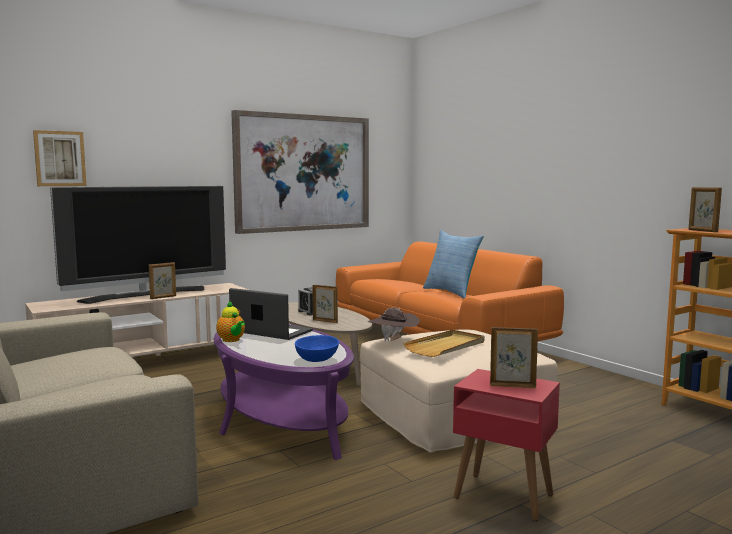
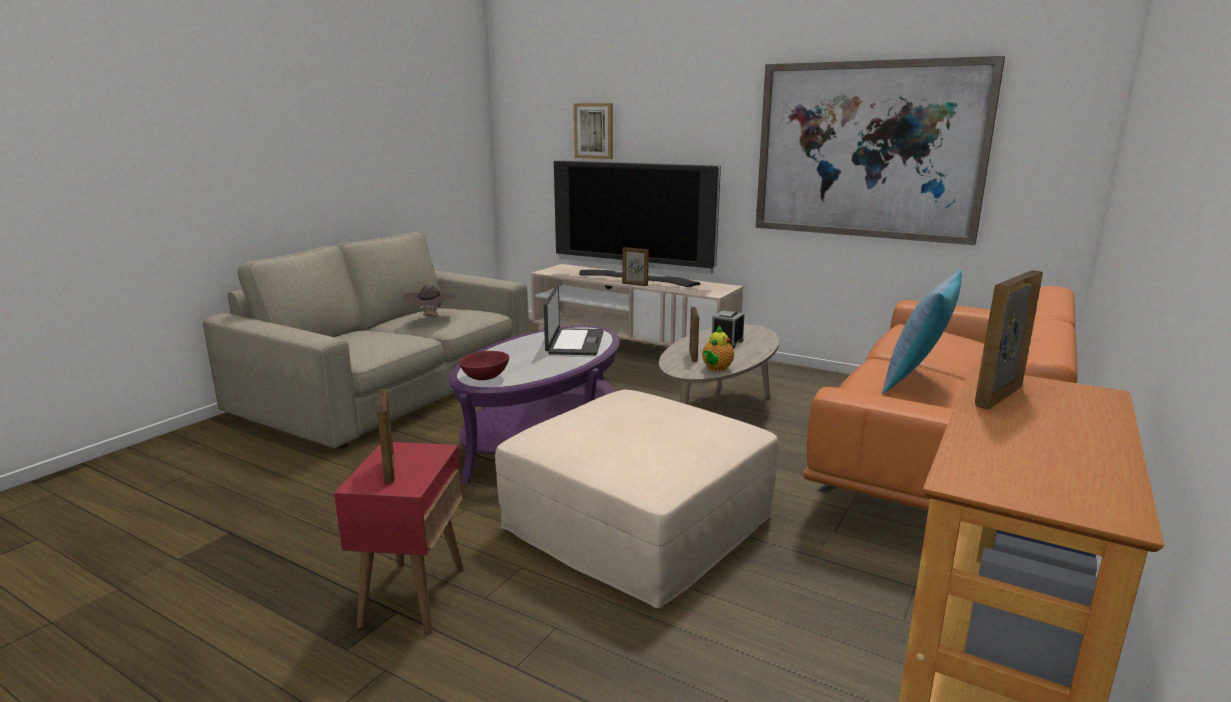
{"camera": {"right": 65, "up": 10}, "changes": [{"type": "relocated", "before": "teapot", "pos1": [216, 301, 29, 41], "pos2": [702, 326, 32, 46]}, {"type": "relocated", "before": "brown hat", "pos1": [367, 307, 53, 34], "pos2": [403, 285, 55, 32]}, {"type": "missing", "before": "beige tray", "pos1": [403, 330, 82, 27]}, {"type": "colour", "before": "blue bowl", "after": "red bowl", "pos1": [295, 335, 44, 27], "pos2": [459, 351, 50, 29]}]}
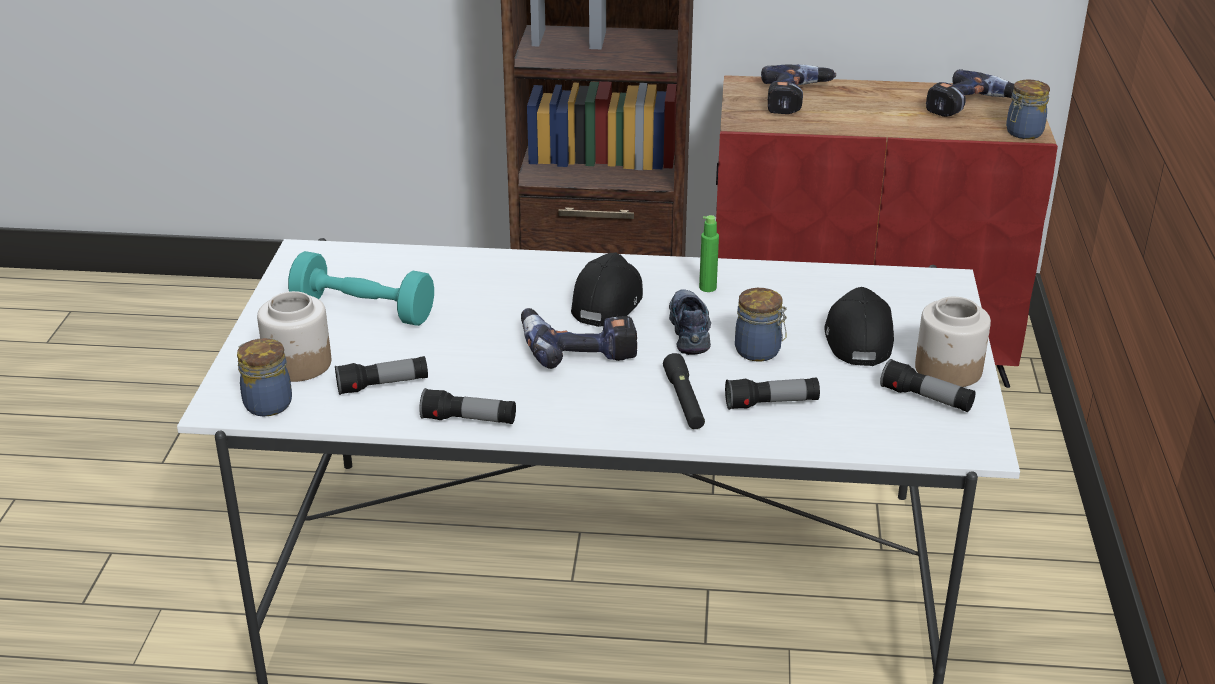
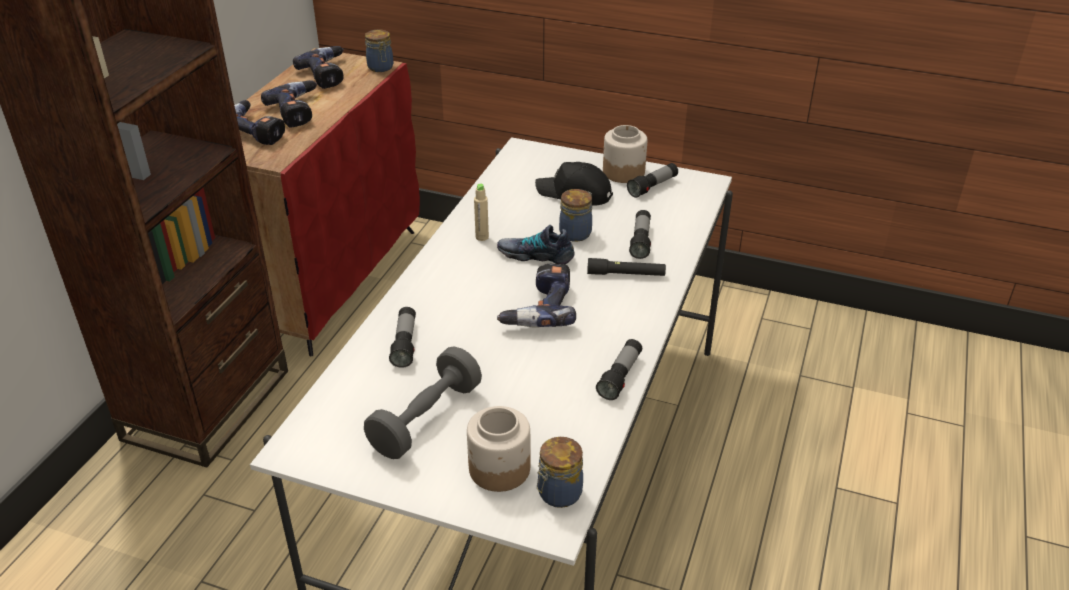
{"camera": {"right": -75, "up": 5}, "changes": [{"type": "colour", "before": "green bottle", "after": "beige bottle", "pos1": [699, 215, 20, 77], "pos2": [474, 184, 15, 57]}, {"type": "colour", "before": "turquoise dumbbell", "after": "grey dumbbell", "pos1": [288, 251, 146, 75], "pos2": [364, 346, 118, 113]}, {"type": "missing", "before": "black cap", "pos1": [571, 252, 72, 75]}, {"type": "relocated", "before": "flashlight", "pos1": [335, 356, 93, 39], "pos2": [389, 307, 27, 61]}, {"type": "appeared", "after": "power drill", "pos2": [261, 80, 56, 48]}]}
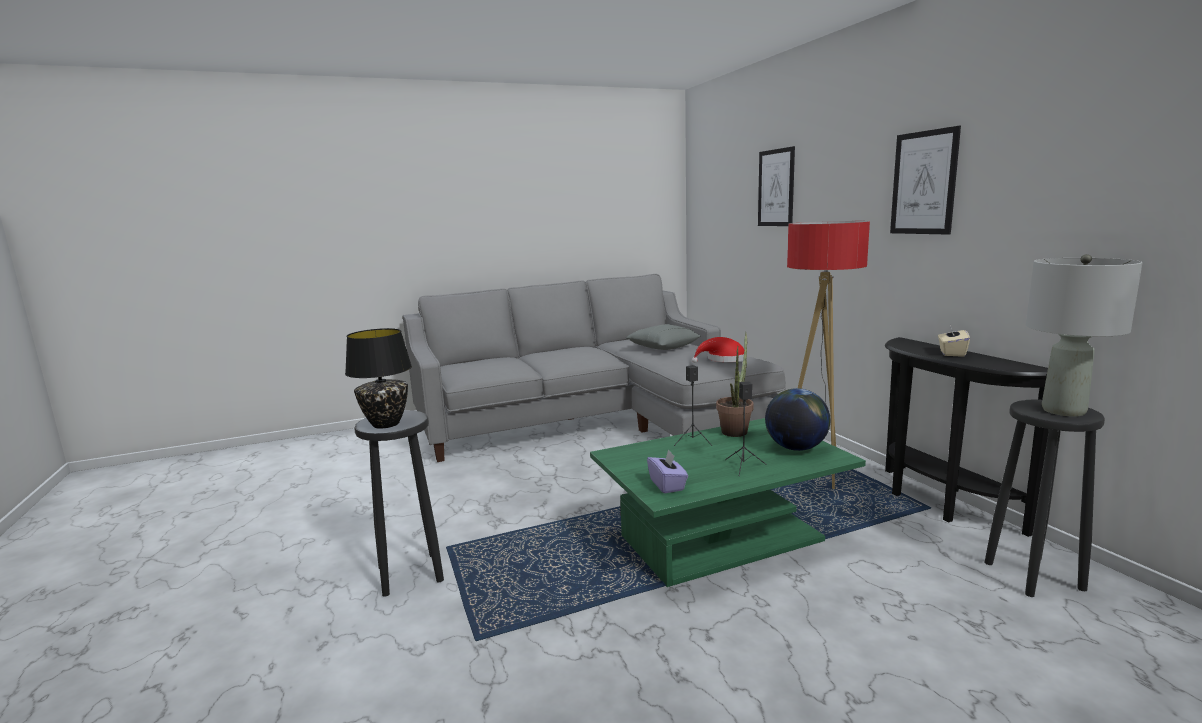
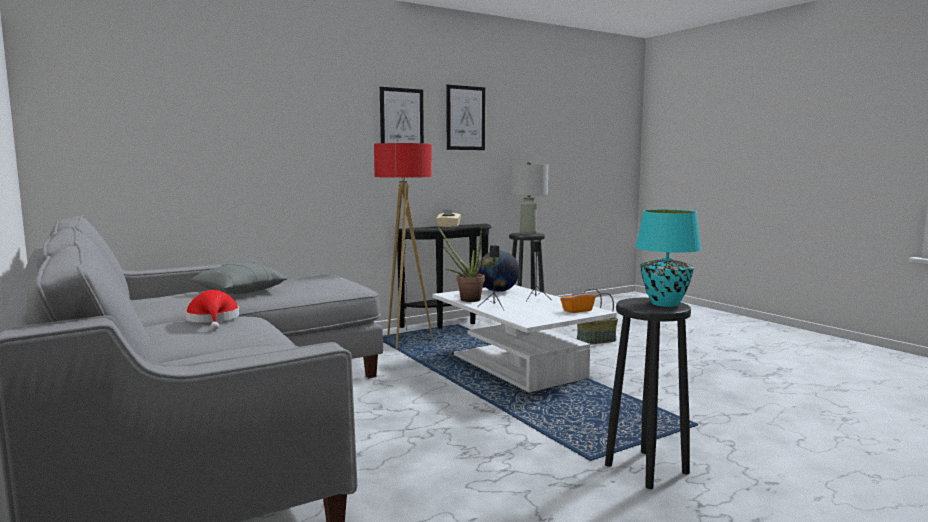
{"camera": {"right": -100, "up": -5}, "changes": [{"type": "relocated", "before": "picture", "pos1": [758, 146, 37, 80], "pos2": [446, 85, 39, 65]}, {"type": "colour", "before": "black table lamp", "after": "turquoise table lamp", "pos1": [345, 328, 67, 101], "pos2": [636, 209, 65, 98]}, {"type": "relocated", "before": "red hat", "pos1": [692, 337, 52, 26], "pos2": [185, 290, 54, 40]}, {"type": "colour", "before": "green coffee table", "after": "white coffee table", "pos1": [590, 418, 276, 169], "pos2": [433, 285, 184, 107]}, {"type": "colour", "before": "purple tissue box", "after": "orange tissue box", "pos1": [647, 449, 41, 44], "pos2": [560, 286, 36, 27]}, {"type": "appeared", "after": "basket", "pos2": [577, 288, 41, 57]}]}
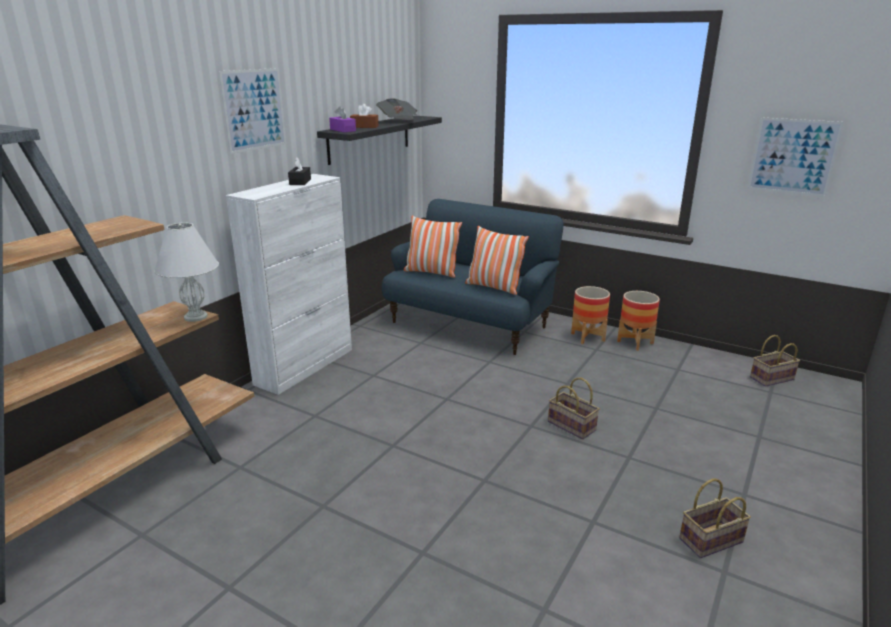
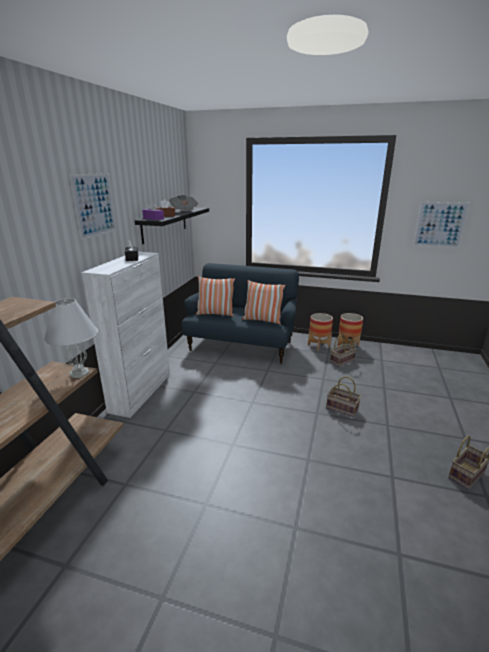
{"camera": {"right": -15, "up": 0}, "changes": [{"type": "relocated", "before": "basket", "pos1": [750, 335, 50, 52], "pos2": [330, 335, 26, 32]}]}
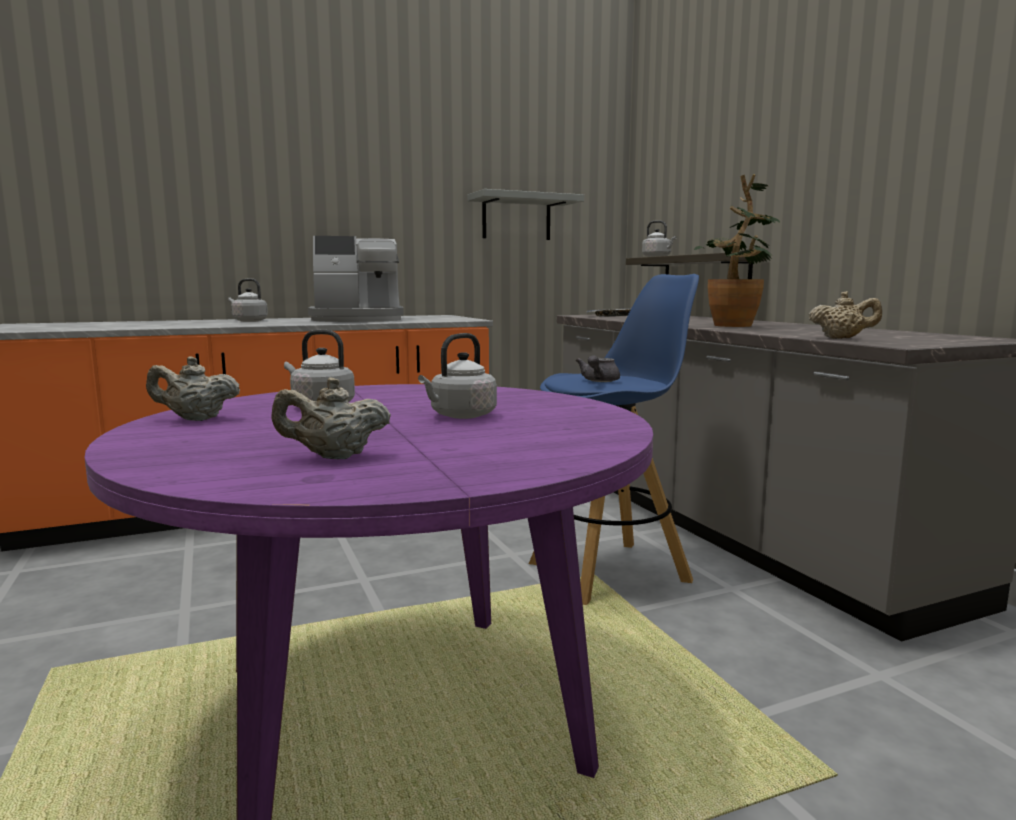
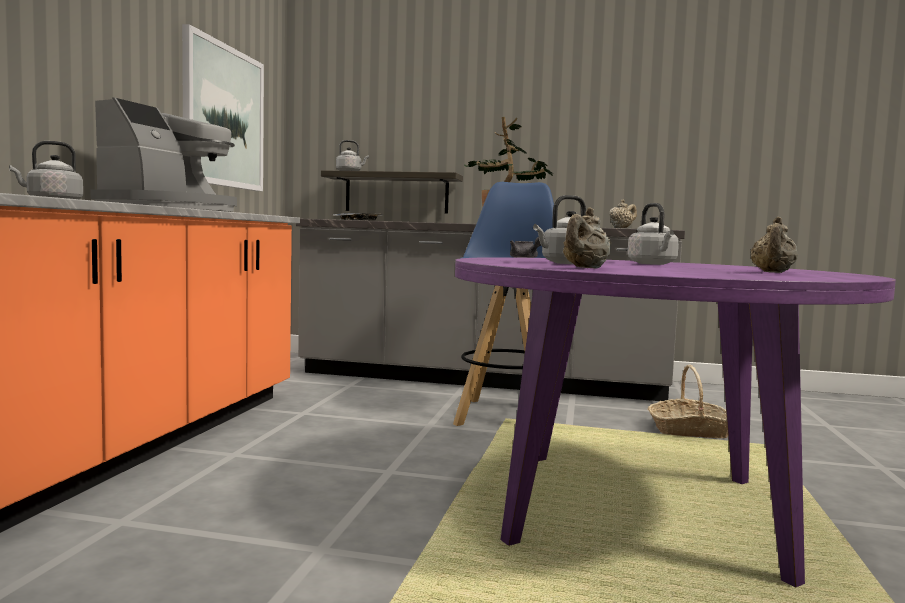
{"camera": {"right": -55, "up": -5}, "changes": [{"type": "exchanged", "before": "grey shelf", "after": "picture", "pos1": [467, 189, 117, 51], "pos2": [182, 24, 82, 167]}, {"type": "appeared", "after": "basket", "pos2": [647, 365, 81, 73]}]}
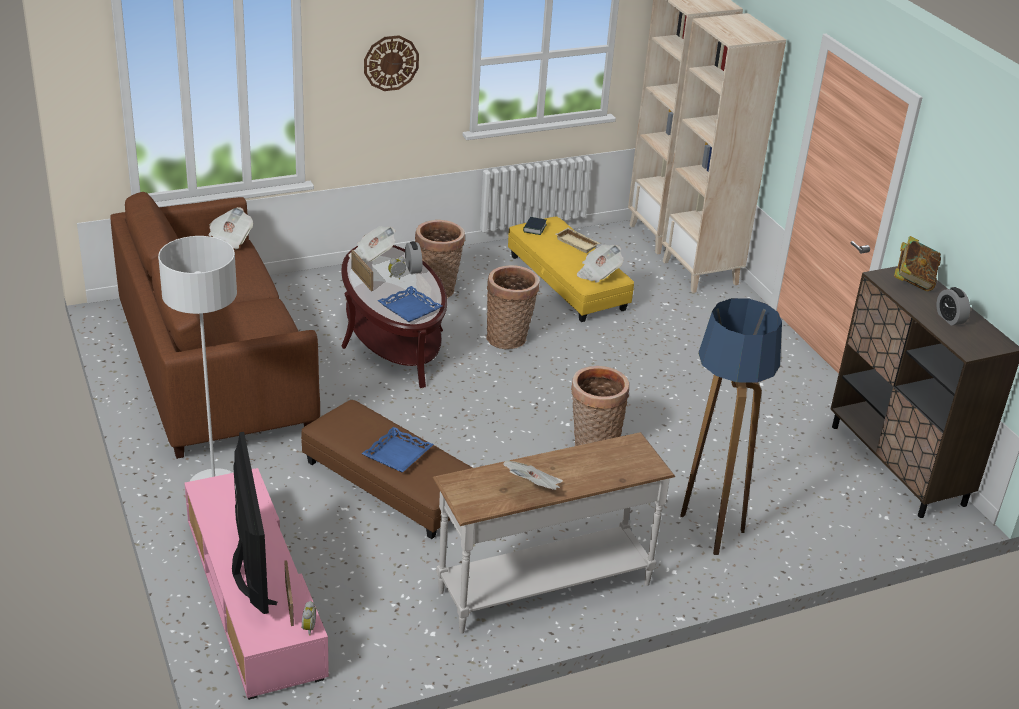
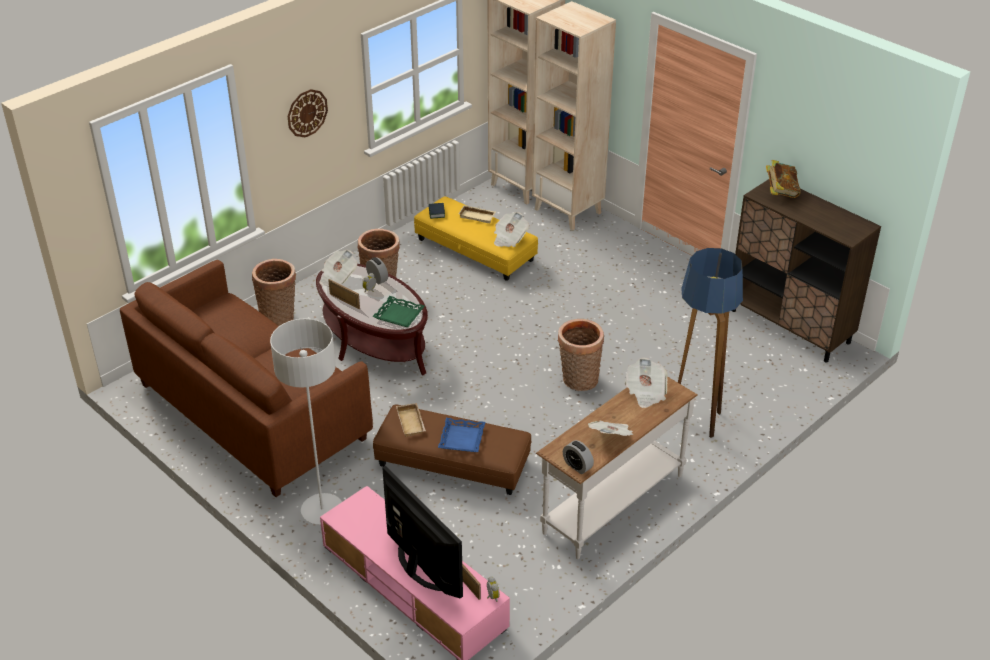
{"camera": {"right": -20, "up": 5}, "changes": [{"type": "relocated", "before": "newspaper", "pos1": [209, 207, 44, 42], "pos2": [625, 358, 43, 50]}, {"type": "relocated", "before": "basket", "pos1": [486, 265, 54, 84], "pos2": [252, 259, 44, 67]}, {"type": "colour", "before": "blue tray", "after": "green tray", "pos1": [377, 286, 65, 36], "pos2": [372, 296, 53, 31]}, {"type": "relocated", "before": "alarm clock", "pos1": [937, 287, 33, 39], "pos2": [563, 440, 31, 34]}, {"type": "appeared", "after": "beige tray", "pos2": [396, 403, 30, 34]}]}
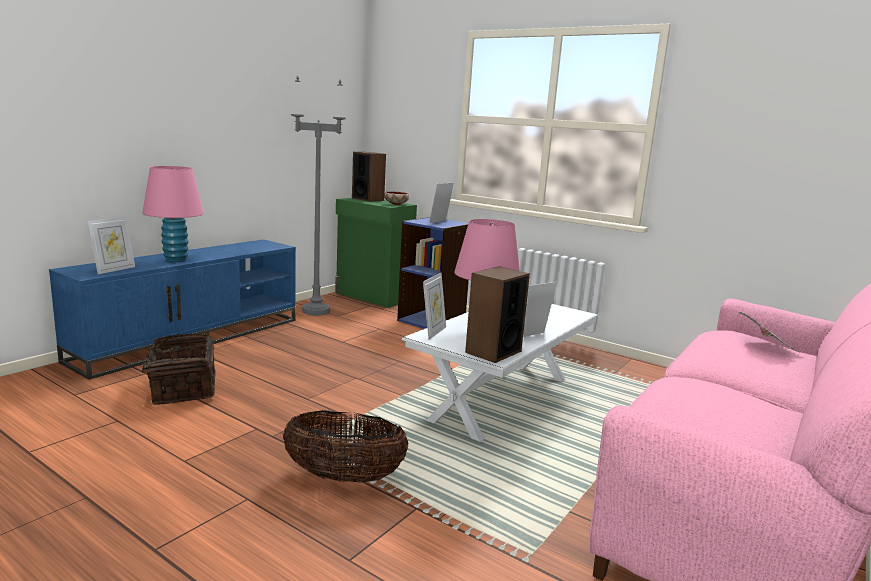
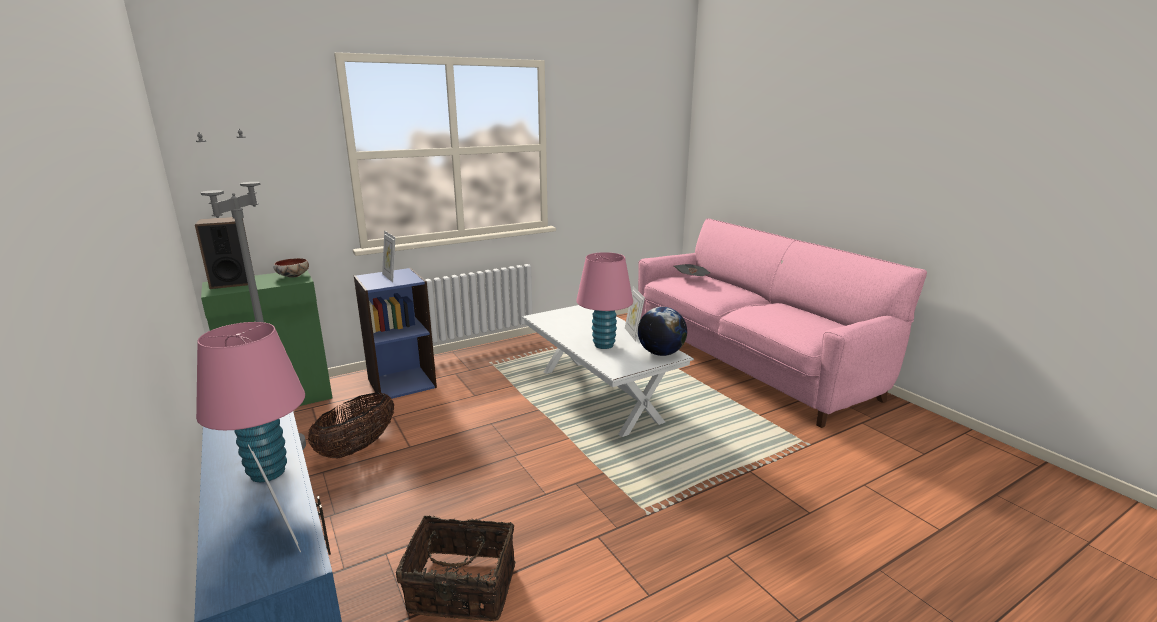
{"camera": {"right": -65, "up": 5}, "changes": [{"type": "exchanged", "before": "speaker", "after": "globe", "pos1": [465, 266, 65, 97], "pos2": [638, 307, 49, 49]}, {"type": "missing", "before": "picture frame", "pos1": [423, 273, 23, 67]}, {"type": "relocated", "before": "basket", "pos1": [282, 410, 126, 72], "pos2": [308, 392, 86, 67]}]}
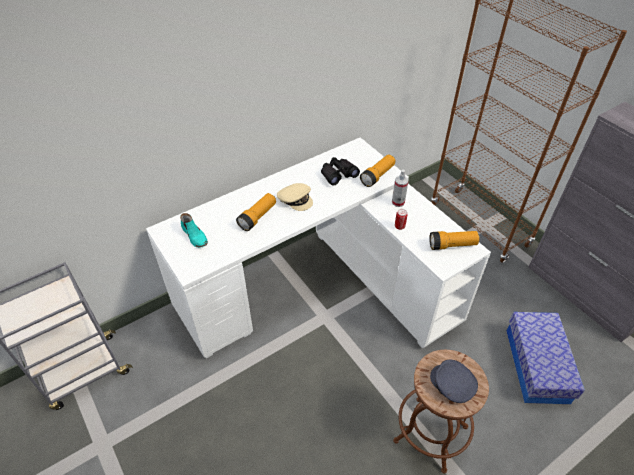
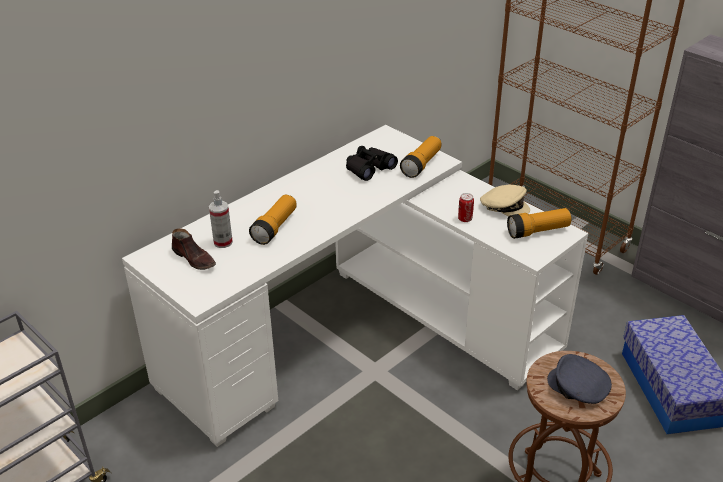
{"camera": {"right": -10, "up": -10}, "changes": [{"type": "relocated", "before": "spray bottle", "pos1": [392, 170, 17, 37], "pos2": [209, 190, 24, 58]}, {"type": "relocated", "before": "beige cap", "pos1": [277, 183, 36, 28], "pos2": [480, 185, 50, 31]}, {"type": "colour", "before": "turquoise shoe", "after": "brown shoe", "pos1": [180, 213, 28, 35], "pos2": [172, 228, 44, 42]}]}
